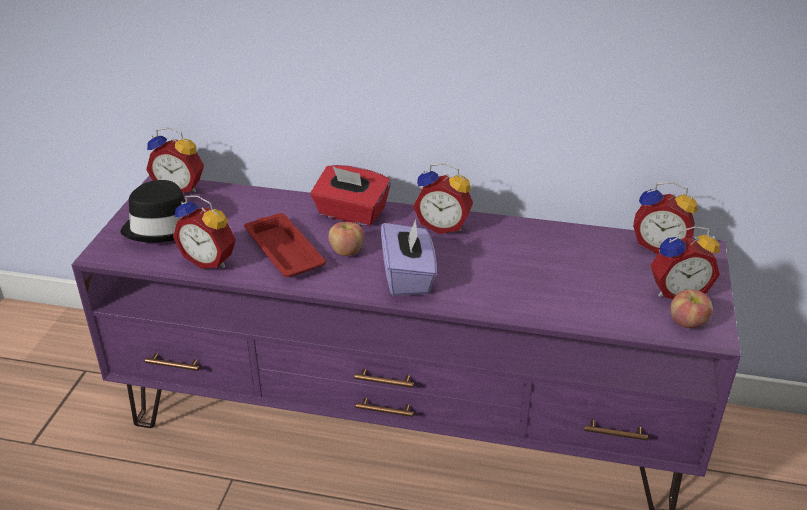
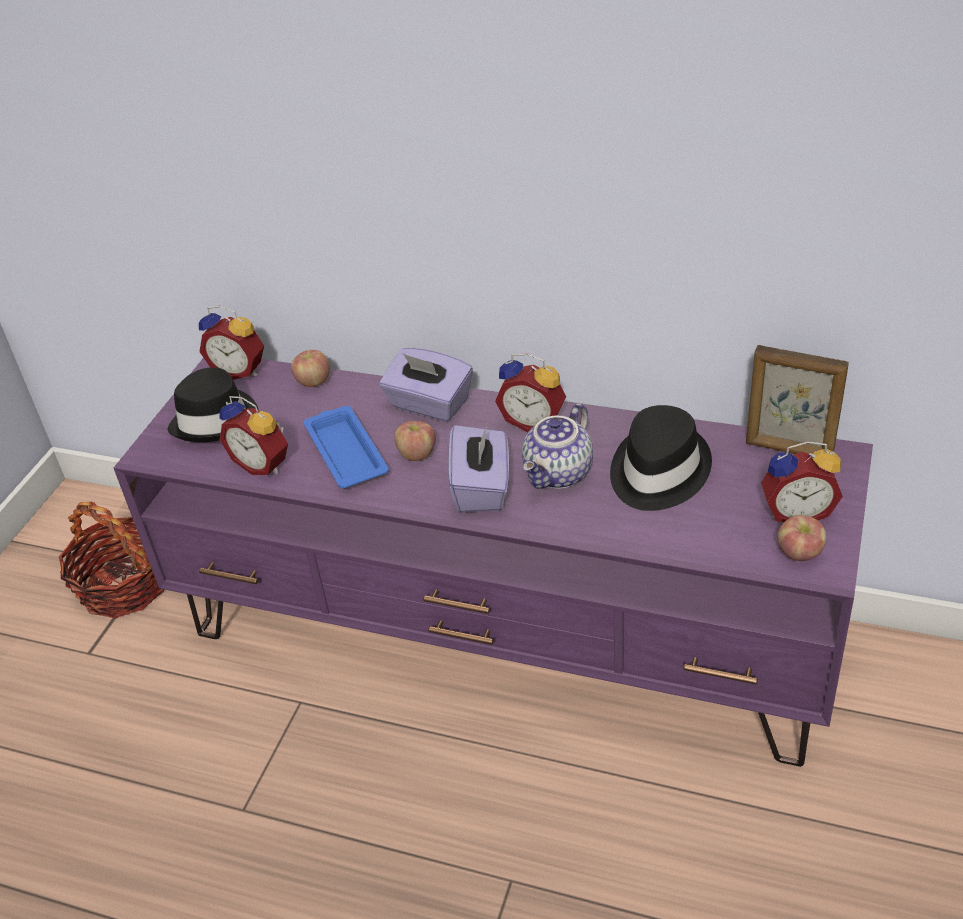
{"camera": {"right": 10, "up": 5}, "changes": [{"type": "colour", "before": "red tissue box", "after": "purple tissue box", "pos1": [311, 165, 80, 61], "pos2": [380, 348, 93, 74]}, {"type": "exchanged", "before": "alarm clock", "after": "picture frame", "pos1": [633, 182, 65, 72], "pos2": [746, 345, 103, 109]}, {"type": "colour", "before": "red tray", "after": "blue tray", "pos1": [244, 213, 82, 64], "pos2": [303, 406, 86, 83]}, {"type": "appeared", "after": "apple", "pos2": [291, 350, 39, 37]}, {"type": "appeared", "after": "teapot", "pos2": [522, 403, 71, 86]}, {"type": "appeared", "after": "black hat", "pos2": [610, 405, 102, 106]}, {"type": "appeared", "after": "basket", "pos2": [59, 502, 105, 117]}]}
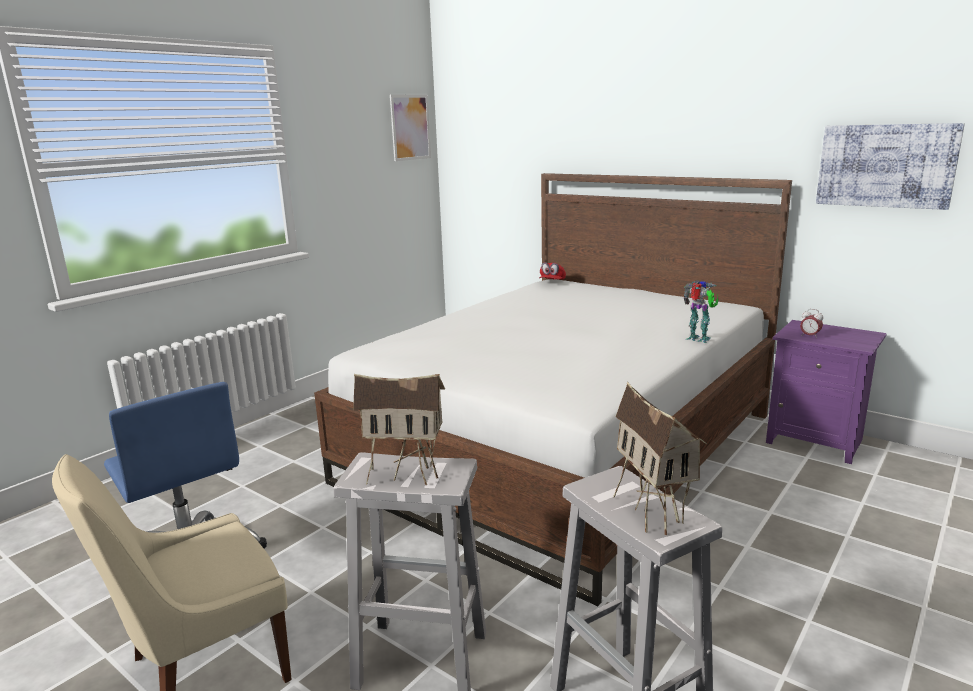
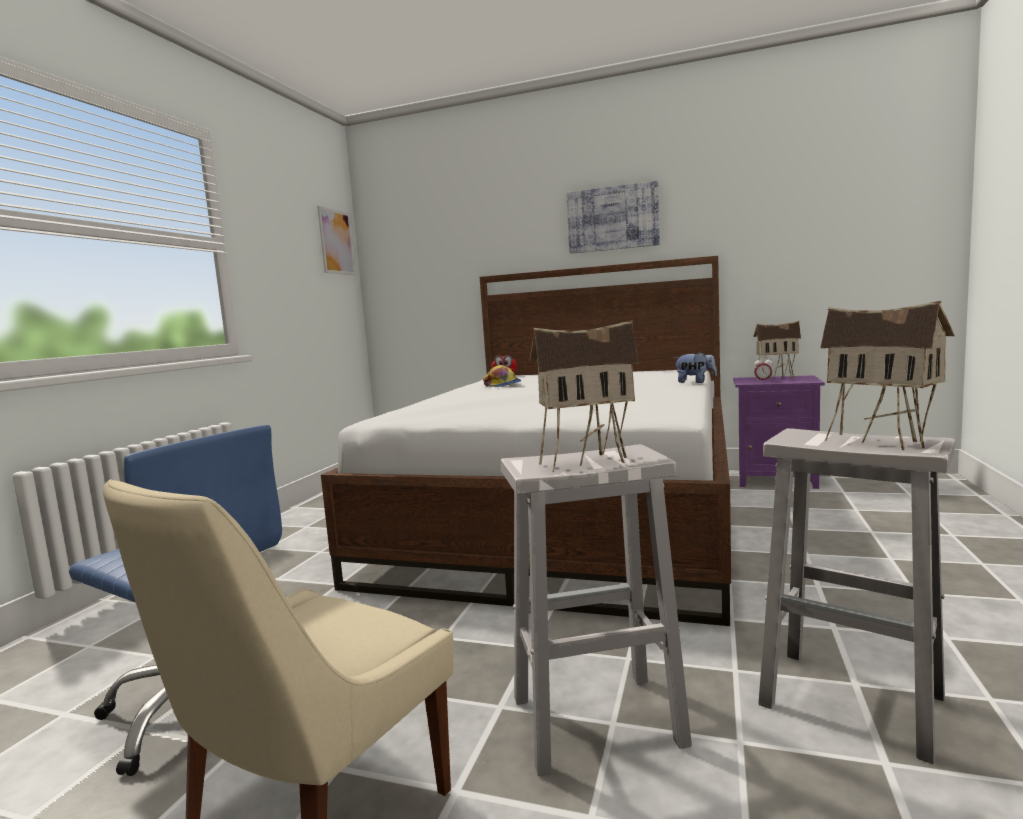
{"camera": {"right": -20, "up": -10}, "changes": [{"type": "relocated", "before": "picture", "pos1": [816, 123, 149, 87], "pos2": [566, 181, 94, 73]}, {"type": "exchanged", "before": "toy robot", "after": "plush toy", "pos1": [683, 280, 36, 63], "pos2": [674, 352, 43, 31]}, {"type": "appeared", "after": "toy house", "pos2": [753, 321, 48, 58]}, {"type": "appeared", "after": "cap", "pos2": [483, 365, 38, 22]}]}
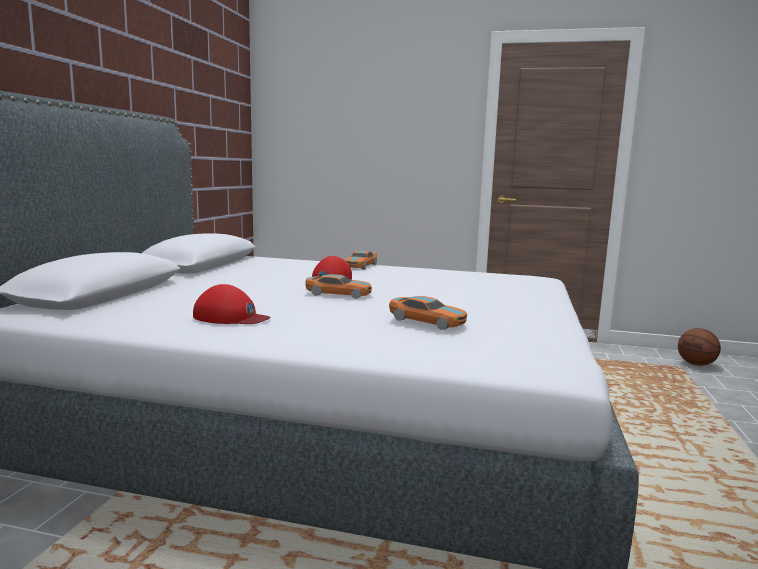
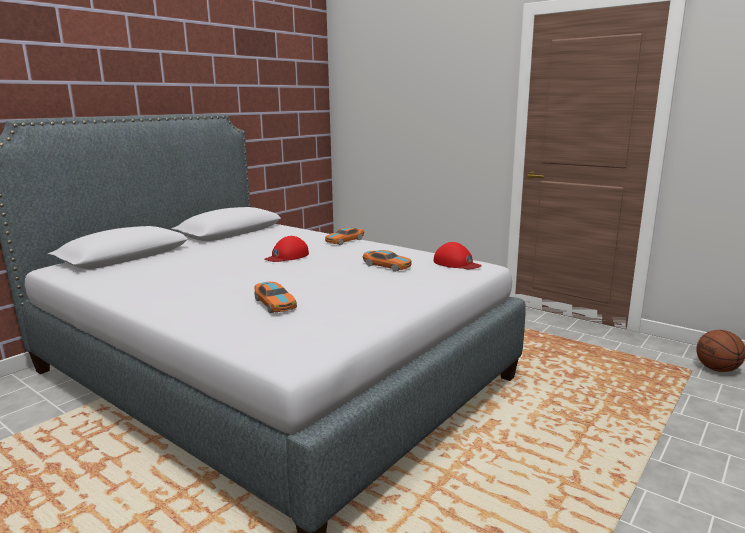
{"camera": {"right": 25, "up": 5}, "changes": [{"type": "relocated", "before": "toy car", "pos1": [305, 274, 67, 25], "pos2": [363, 250, 49, 22]}, {"type": "relocated", "before": "red cap", "pos1": [193, 284, 78, 40], "pos2": [434, 242, 48, 27]}]}
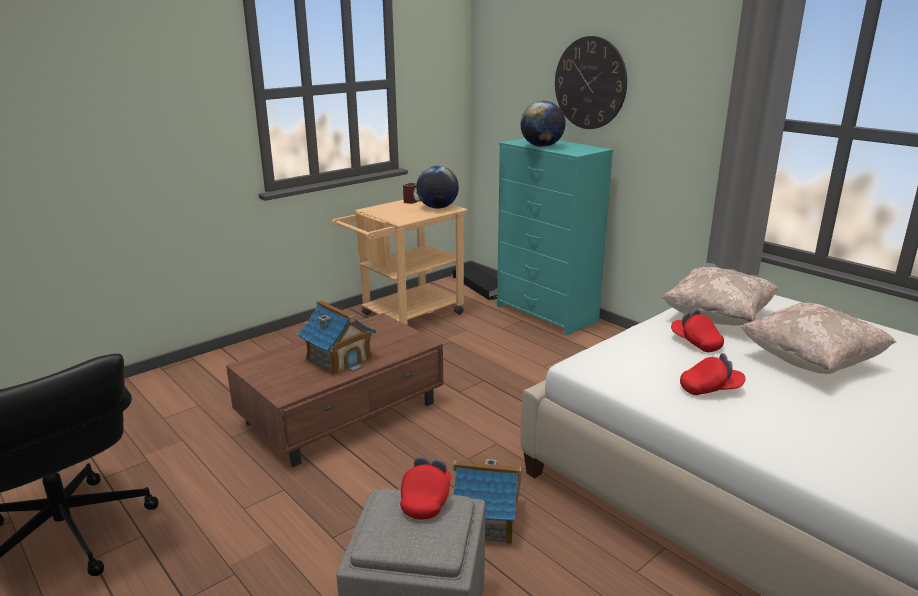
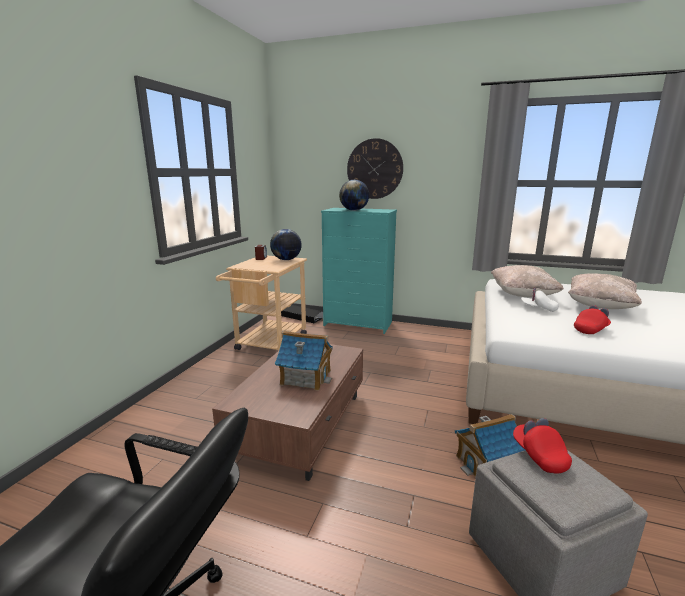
{"camera": {"right": -30, "up": -5}, "changes": [{"type": "colour", "before": "red cap", "after": "white cap", "pos1": [671, 309, 53, 43], "pos2": [521, 288, 38, 24]}]}
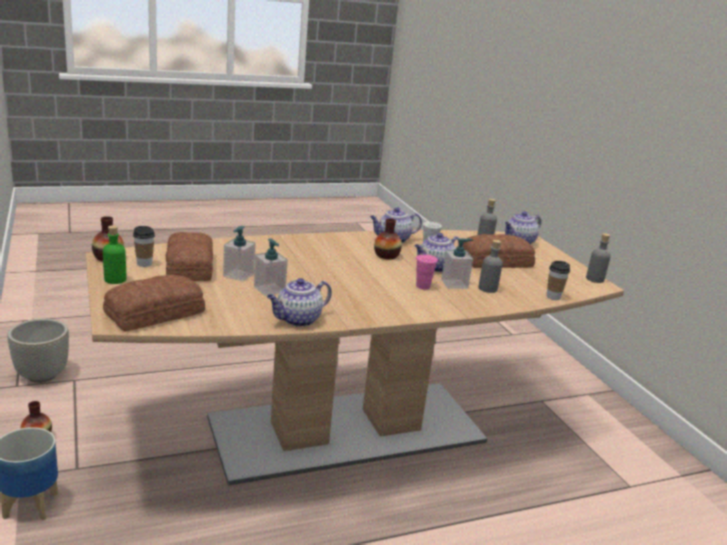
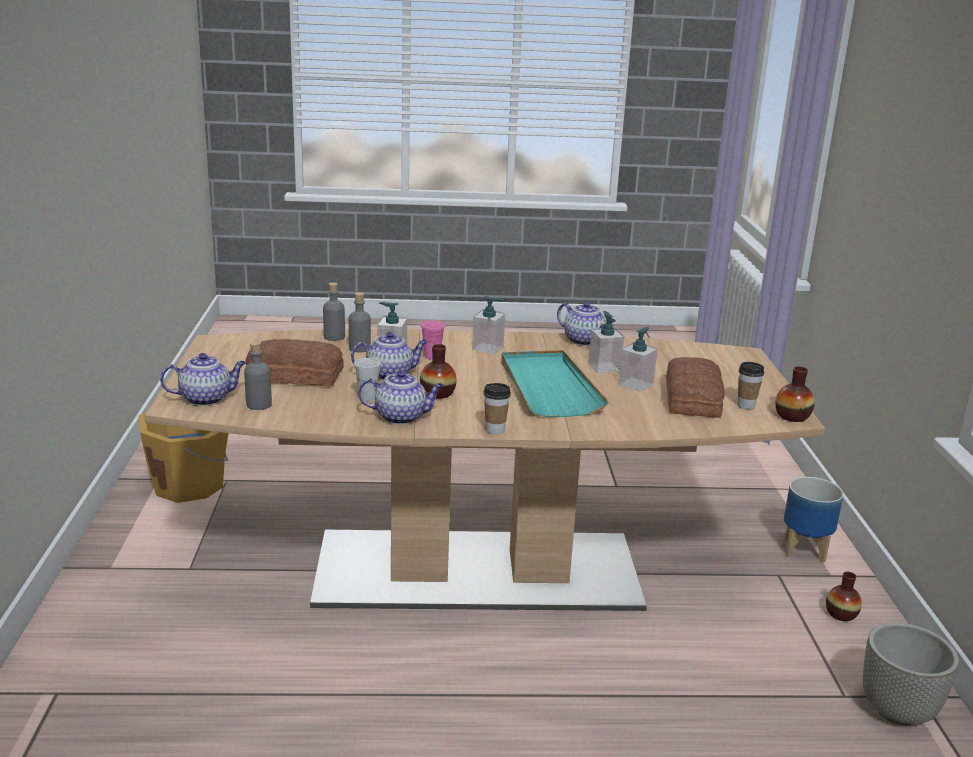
{"camera": {"right": -160, "up": 0}, "changes": [{"type": "missing", "before": "green bottle", "pos1": [103, 225, 23, 59]}, {"type": "relocated", "before": "grey bottle", "pos1": [586, 233, 25, 50], "pos2": [323, 282, 22, 59]}, {"type": "relocated", "before": "cup", "pos1": [546, 261, 24, 39], "pos2": [483, 383, 28, 51]}, {"type": "missing", "before": "bread", "pos1": [103, 275, 102, 57]}, {"type": "spun", "before": "teapot", "pos1": [267, 278, 65, 49], "pos2": [557, 302, 59, 44], "turn": 60}, {"type": "appeared", "after": "soap dispenser", "pos2": [472, 296, 33, 58]}, {"type": "appeared", "after": "turquoise tray", "pos2": [501, 350, 108, 67]}, {"type": "appeared", "after": "orange bucket", "pos2": [138, 412, 90, 91]}]}
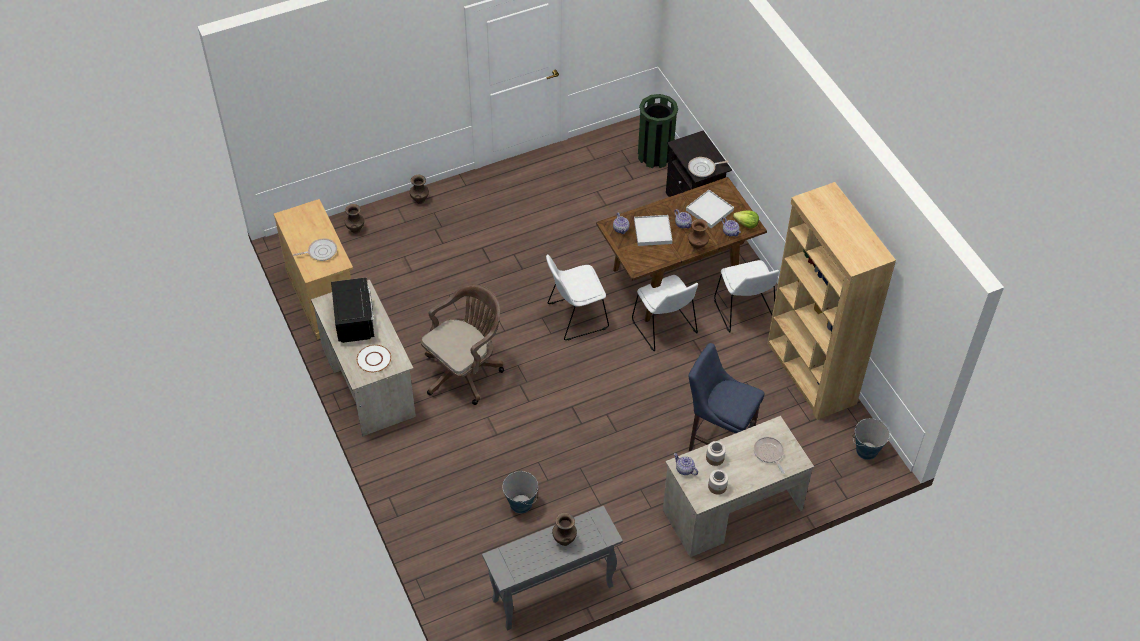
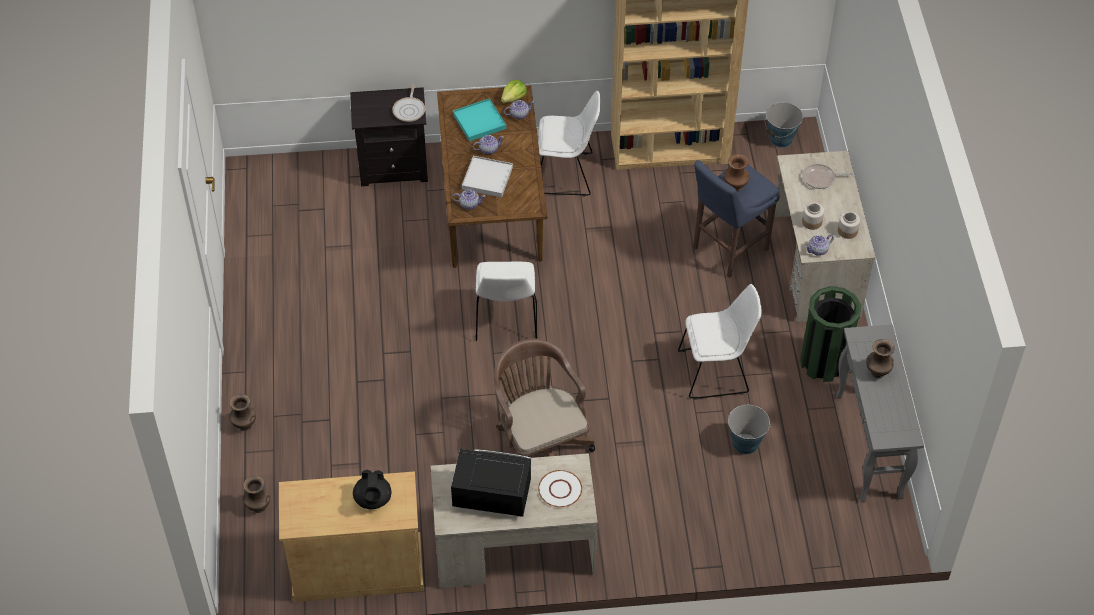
{"camera": {"right": -70, "up": 0}, "changes": [{"type": "relocated", "before": "green trash can", "pos1": [638, 94, 40, 74], "pos2": [800, 286, 61, 96]}, {"type": "colour", "before": "white tray", "after": "turquoise tray", "pos1": [686, 190, 48, 38], "pos2": [453, 98, 53, 43]}, {"type": "relocated", "before": "brown vase", "pos1": [688, 219, 21, 31], "pos2": [724, 154, 26, 37]}, {"type": "exchanged", "before": "frying pan", "after": "black teapot", "pos1": [293, 238, 44, 23], "pos2": [353, 470, 38, 39]}, {"type": "relocated", "before": "white chair", "pos1": [632, 275, 66, 77], "pos2": [678, 284, 83, 116]}]}
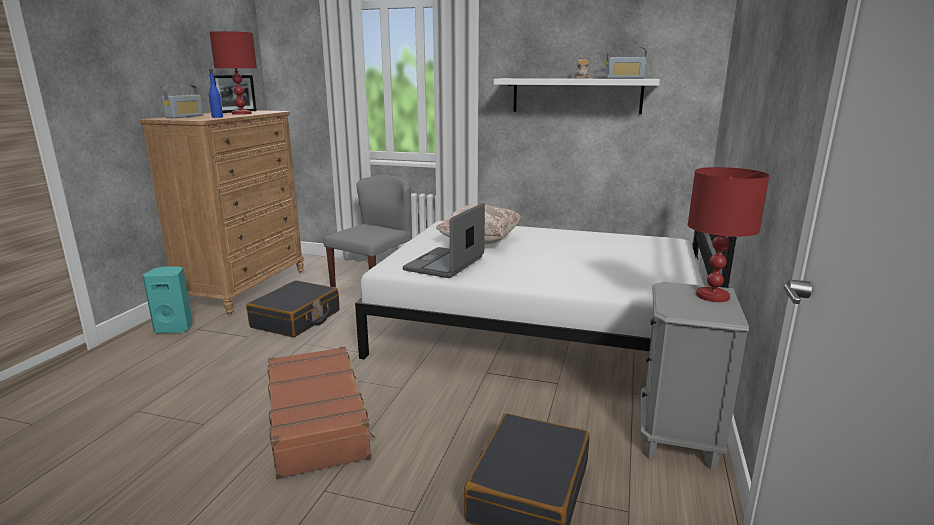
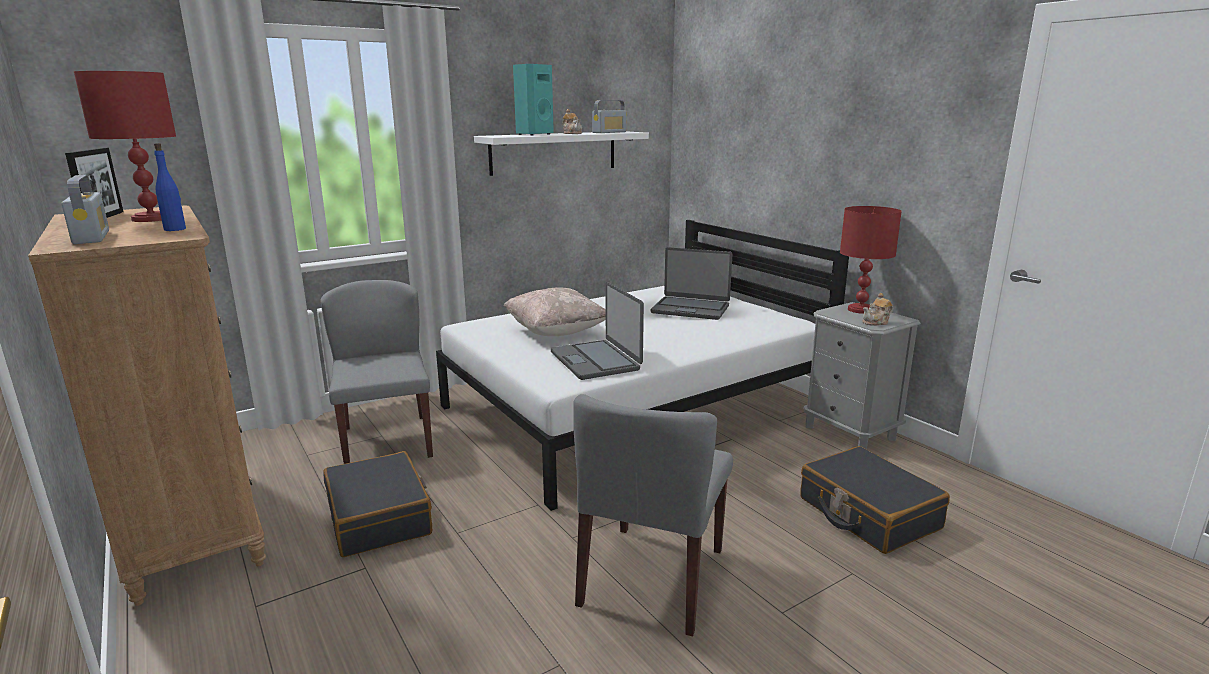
{"camera": {"right": -50, "up": 0}, "changes": [{"type": "relocated", "before": "turquoise speaker", "pos1": [142, 266, 51, 67], "pos2": [513, 64, 41, 72]}, {"type": "exchanged", "before": "brown suitcase", "after": "grey chair", "pos1": [267, 346, 109, 133], "pos2": [573, 394, 160, 243]}, {"type": "appeared", "after": "laptop", "pos2": [651, 247, 81, 73]}, {"type": "appeared", "after": "teapot", "pos2": [862, 293, 31, 32]}]}
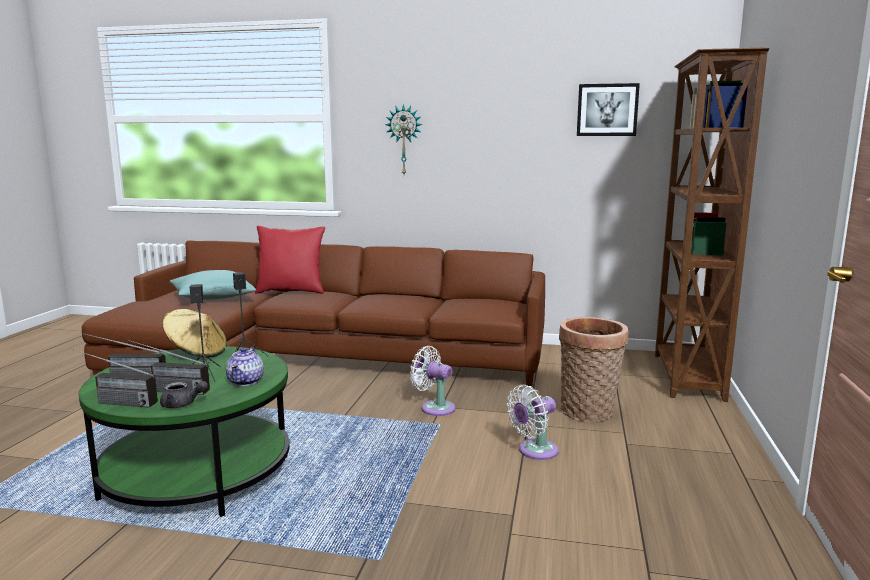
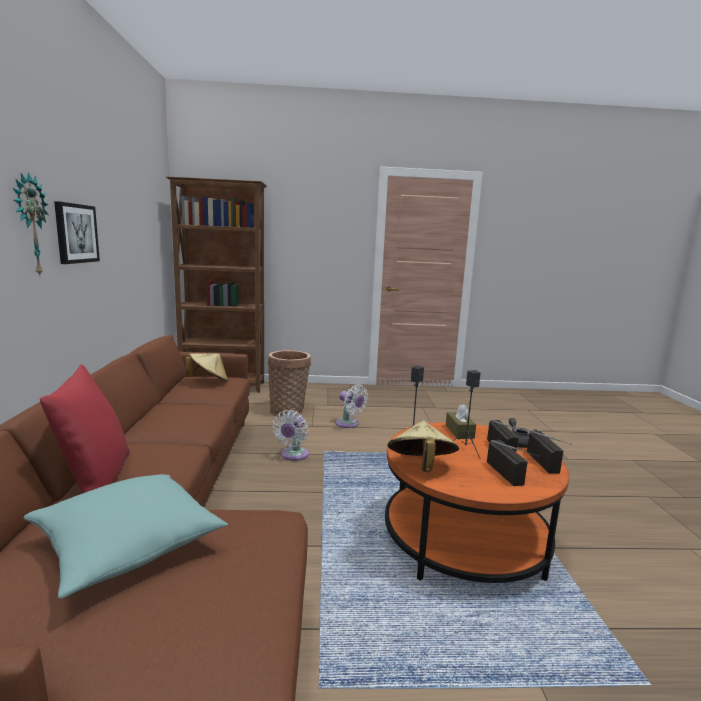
{"camera": {"right": -105, "up": 0}, "changes": [{"type": "relocated", "before": "picture", "pos1": [577, 83, 63, 53], "pos2": [54, 201, 46, 63]}, {"type": "colour", "before": "green coffee table", "after": "orange coffee table", "pos1": [79, 346, 210, 171], "pos2": [385, 422, 184, 161]}, {"type": "exchanged", "before": "teapot", "after": "brown tissue box", "pos1": [226, 347, 38, 39], "pos2": [446, 404, 30, 35]}, {"type": "appeared", "after": "beige hat", "pos2": [185, 353, 43, 29]}]}
